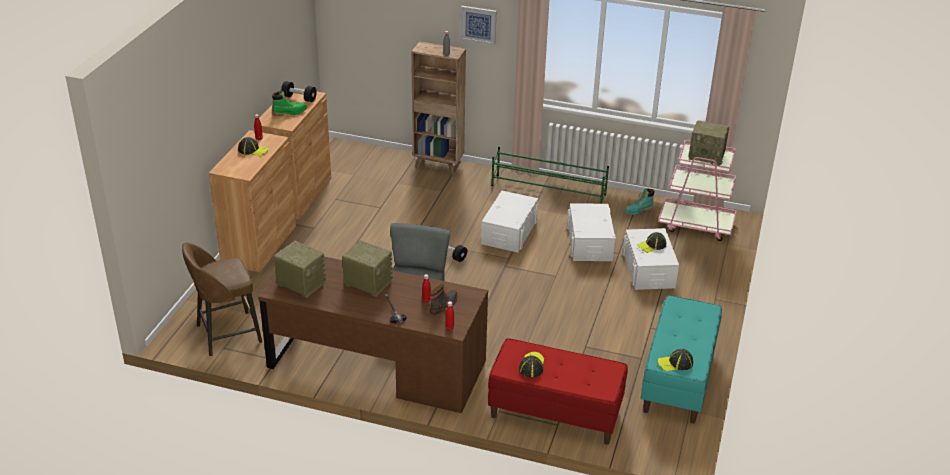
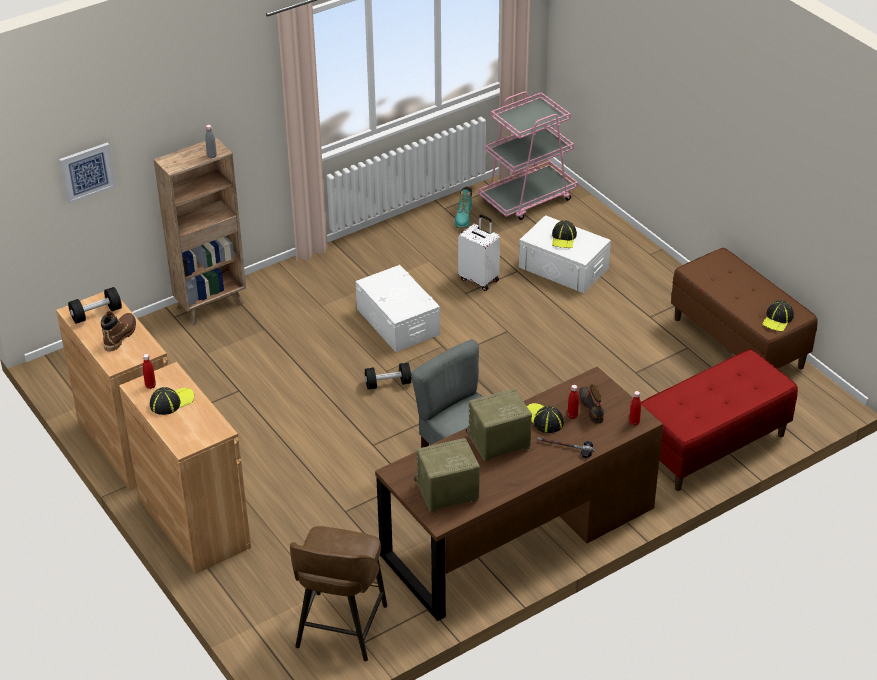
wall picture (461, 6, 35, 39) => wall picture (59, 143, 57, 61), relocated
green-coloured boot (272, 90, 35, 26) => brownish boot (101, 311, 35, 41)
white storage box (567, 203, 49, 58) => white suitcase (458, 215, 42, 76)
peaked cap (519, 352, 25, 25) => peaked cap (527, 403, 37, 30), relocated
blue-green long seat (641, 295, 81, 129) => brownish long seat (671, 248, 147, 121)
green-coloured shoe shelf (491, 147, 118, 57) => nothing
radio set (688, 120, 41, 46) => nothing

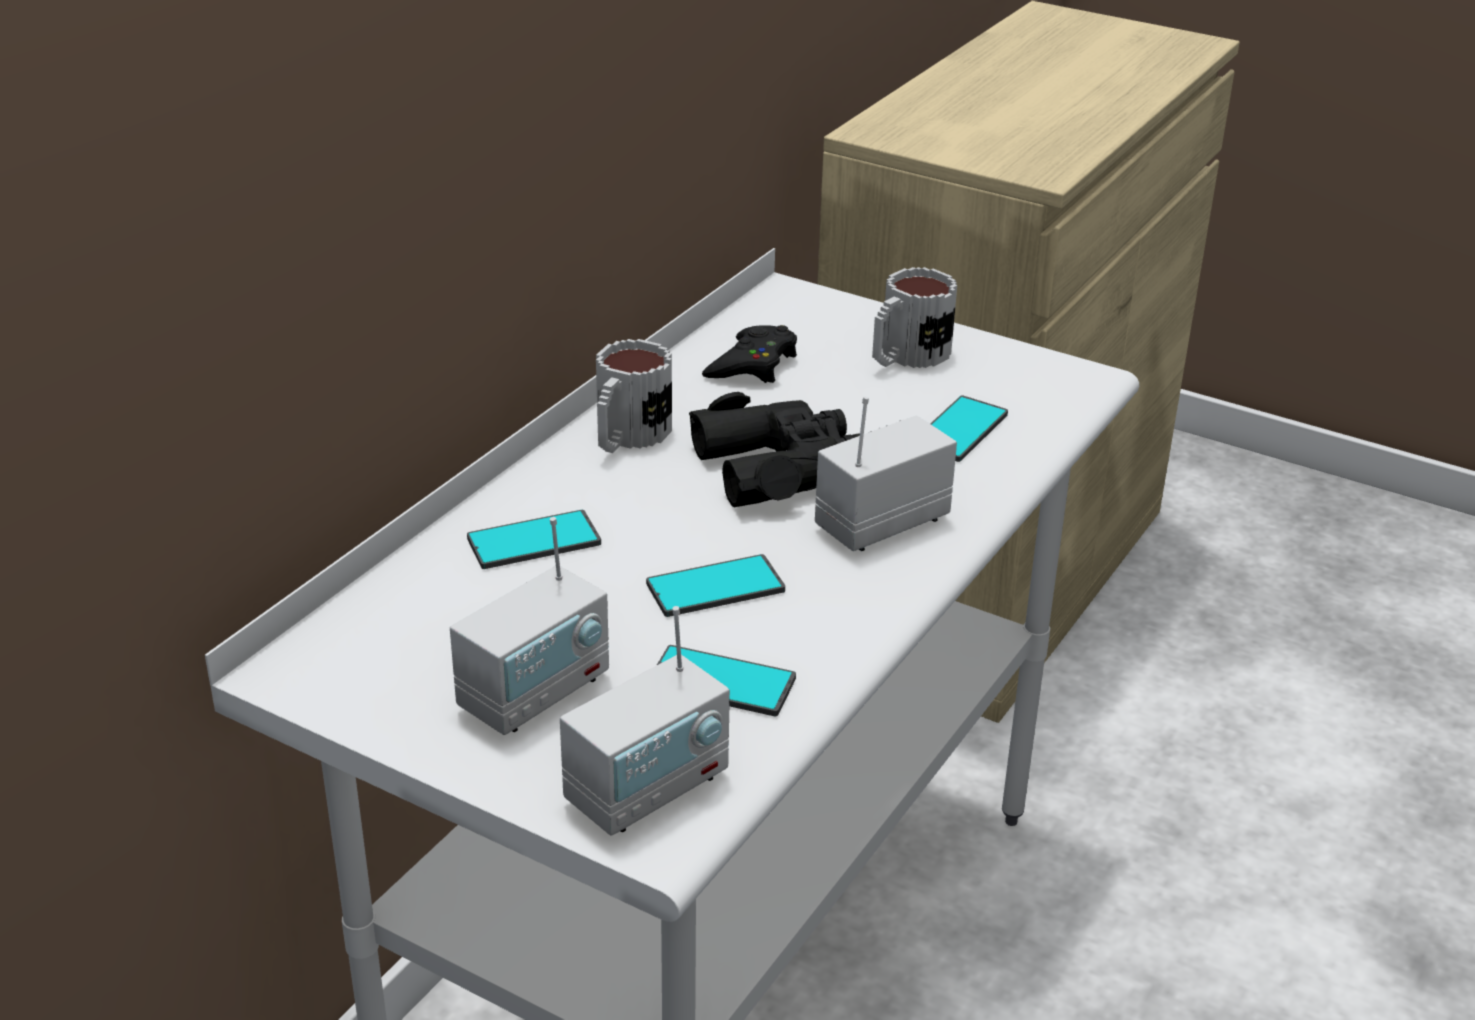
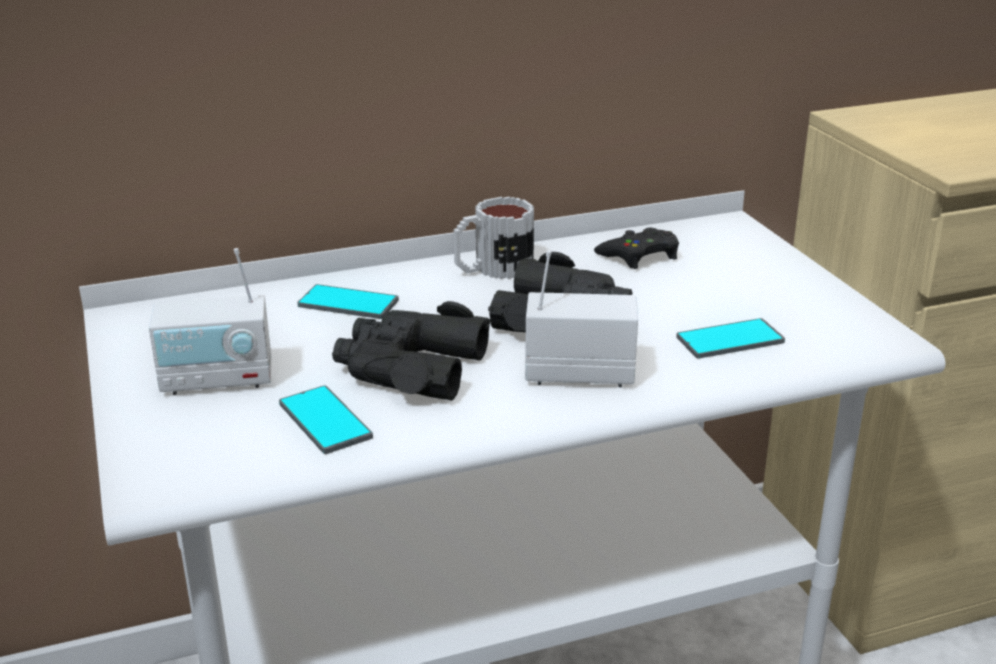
phone (646, 554, 139, 63) => blackish pair of binoculars (332, 301, 159, 100)
radio set (560, 606, 170, 230) => nothing
mug (872, 267, 85, 101) => nothing

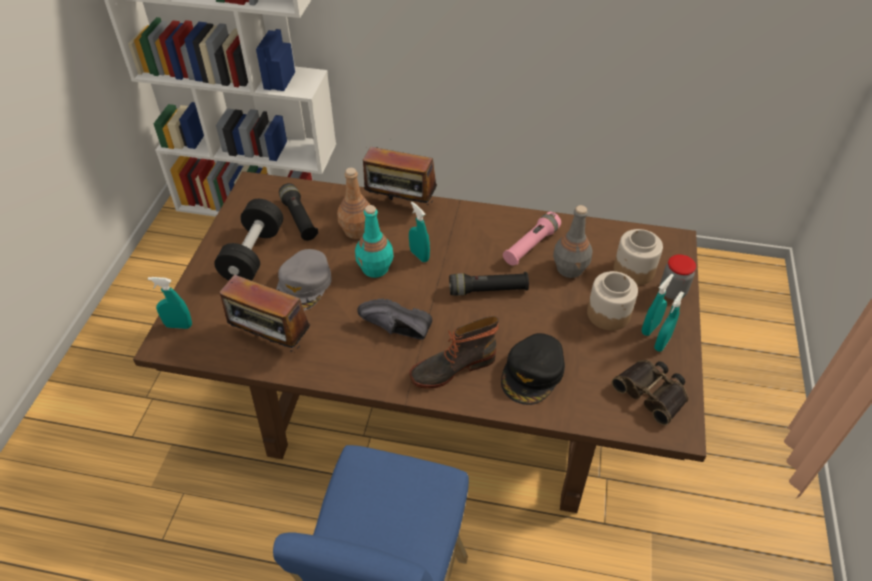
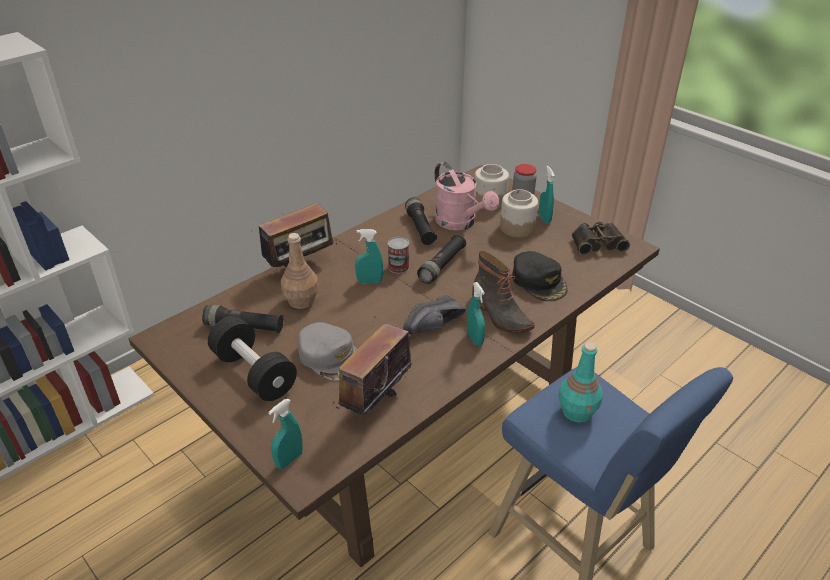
radio set (220, 275, 90, 77) => radio set (333, 316, 78, 99), 150 degrees clockwise
nothing => sealed can (387, 237, 22, 37)
pinkish flashlight (503, 212, 58, 54) => blackish flashlight (405, 197, 32, 48)
grey bottle (553, 205, 40, 73) => pinkish watering can (434, 162, 65, 68)
blue-green sprayer (654, 292, 30, 60) => blue-green sprayer (467, 282, 18, 64), relocated
boot (409, 316, 90, 73) => boot (472, 251, 63, 82), 45 degrees counterclockwise
blue-green bottle (355, 205, 39, 73) => blue-green bottle (559, 342, 44, 81), relocated

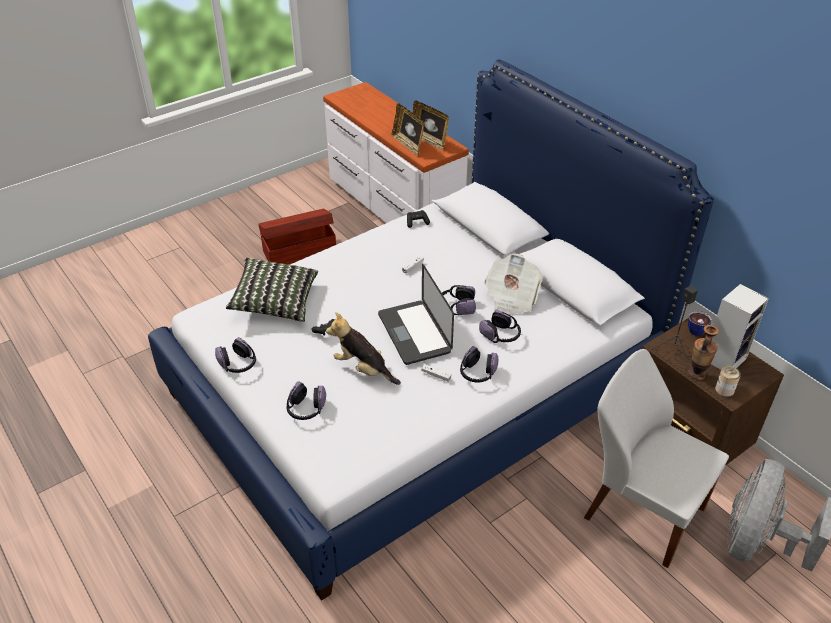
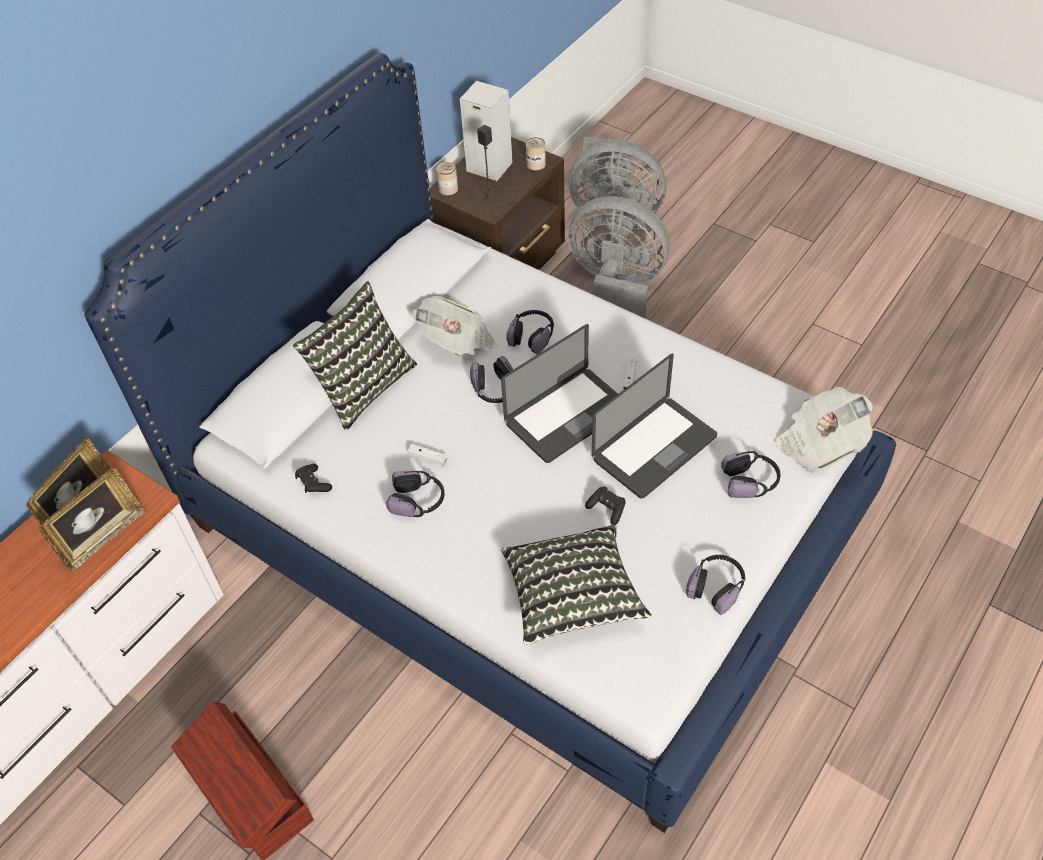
nothing => throw pillow (293, 281, 124, 150)
pair of headphones (460, 346, 39, 37) => pair of headphones (386, 471, 59, 46), relocated
cup (688, 311, 24, 25) => sealed can (436, 162, 22, 33)
white upright chair (584, 349, 145, 219) => grey fan (569, 196, 101, 123)
soft toy (326, 312, 75, 73) => portable computer (592, 353, 125, 146)
nothing => newspaper (775, 387, 98, 86)
flower vase (688, 325, 31, 55) => nothing

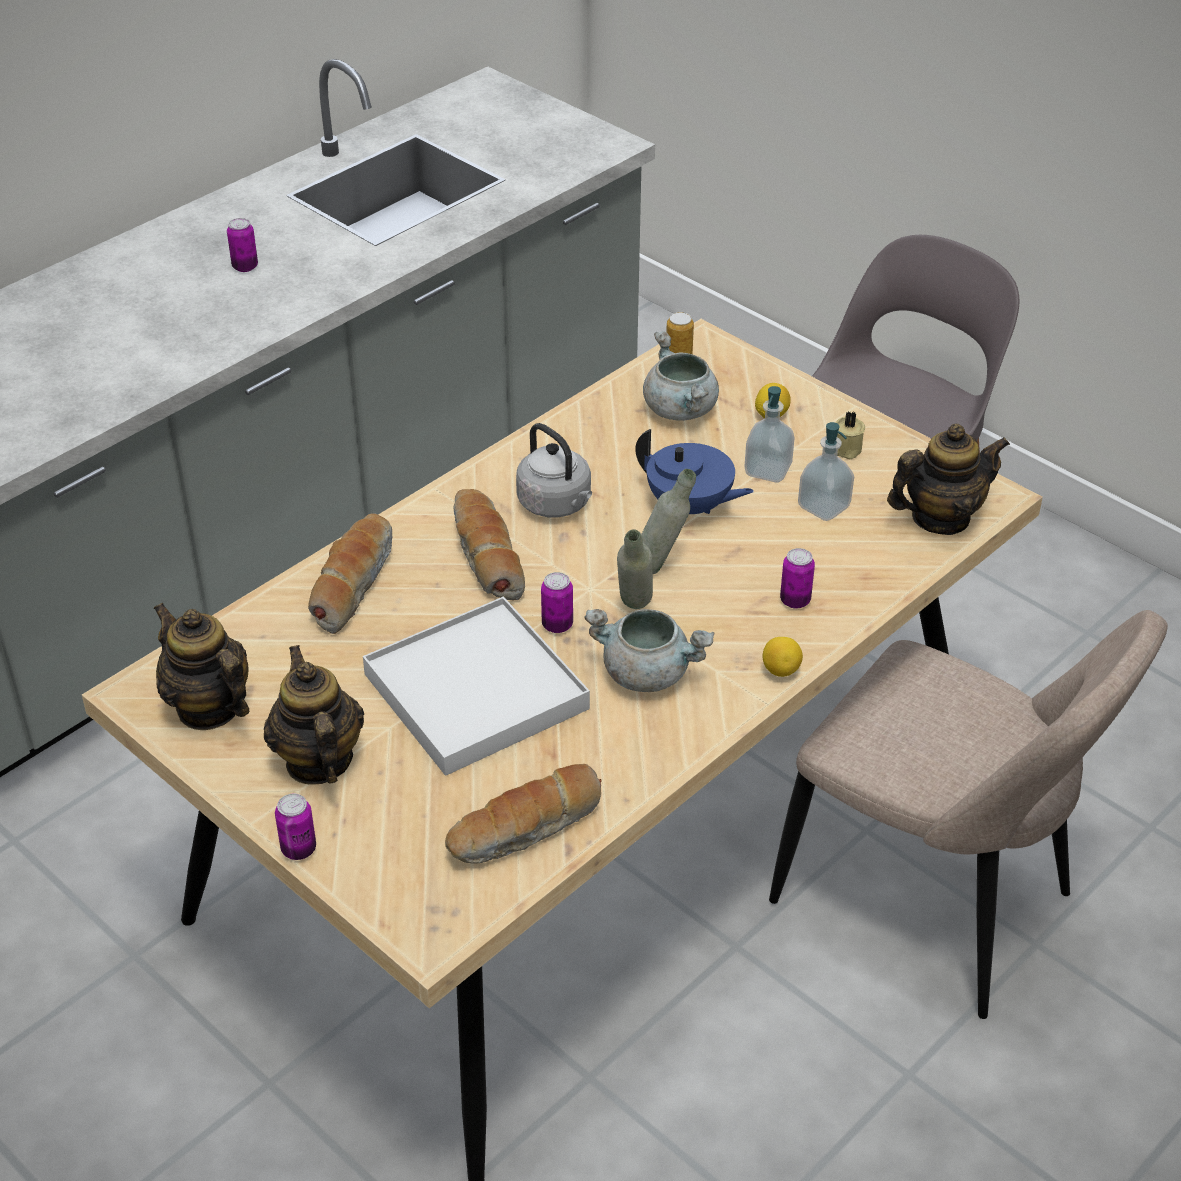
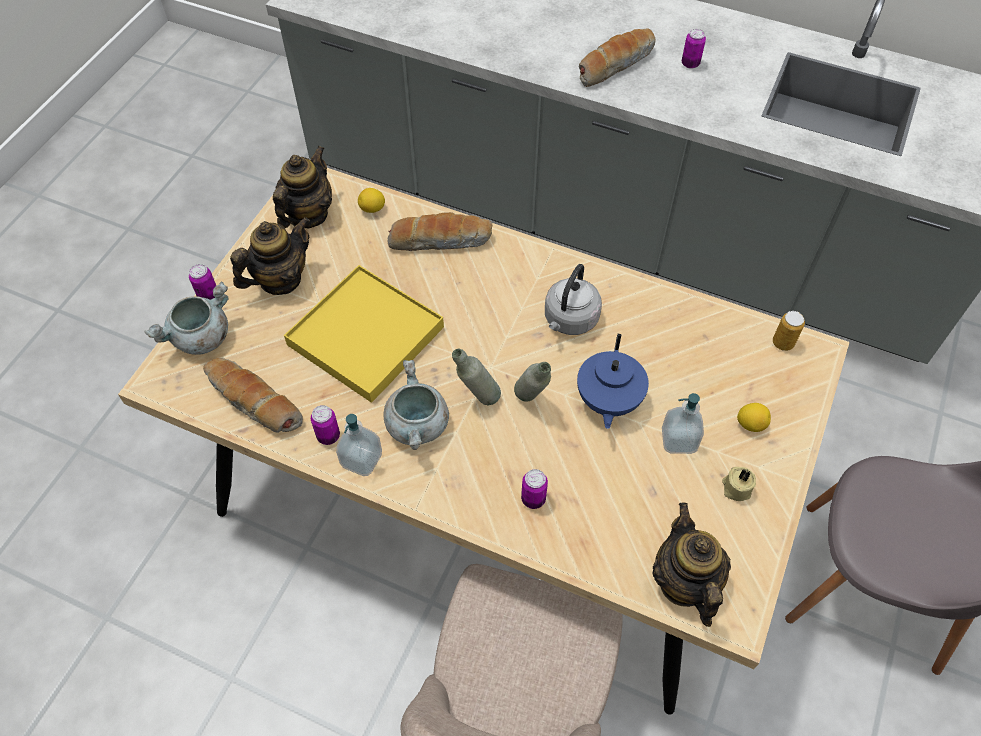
grey stockpot (643, 331, 76, 90) => grey stockpot (144, 282, 85, 73), relocated
white serving tray (363, 597, 227, 179) => yellow-coloured serving tray (284, 265, 160, 138)
sealed can (541, 572, 32, 61) => sealed can (311, 405, 29, 40), relocated
liquid soap bottle (798, 422, 56, 99) => liquid soap bottle (336, 414, 46, 62), relocated
lemon (763, 637, 40, 40) => lemon (358, 188, 27, 25), relocated
bread (454, 489, 71, 112) => bread (579, 28, 76, 59), relocated
pot for tea (887, 424, 123, 111) => pot for tea (653, 503, 78, 124), 150 degrees counterclockwise

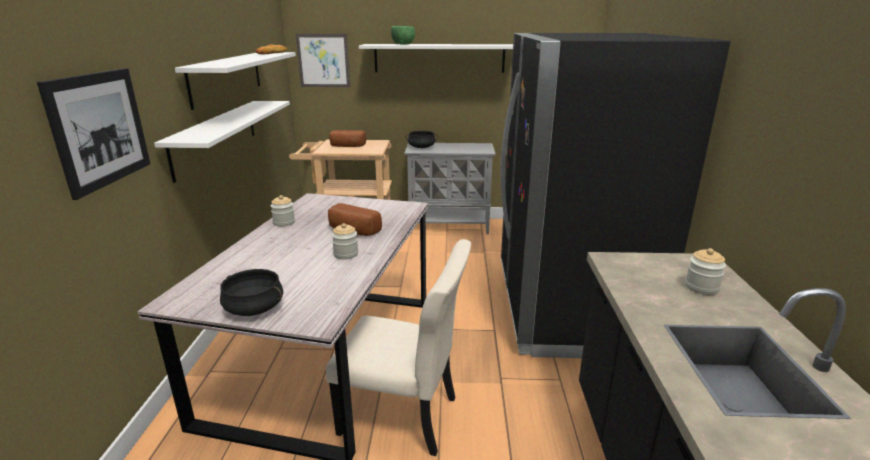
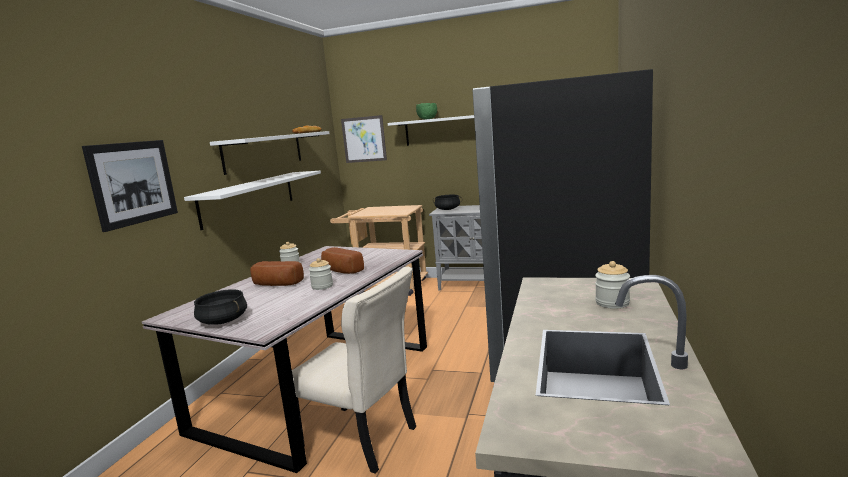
bread (329, 130, 37, 17) => bread (250, 261, 54, 25), relocated

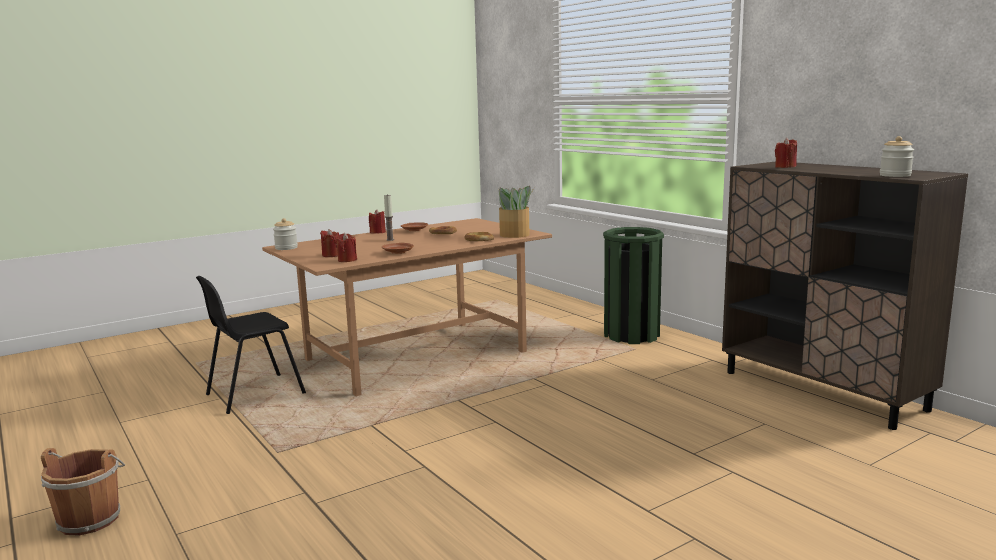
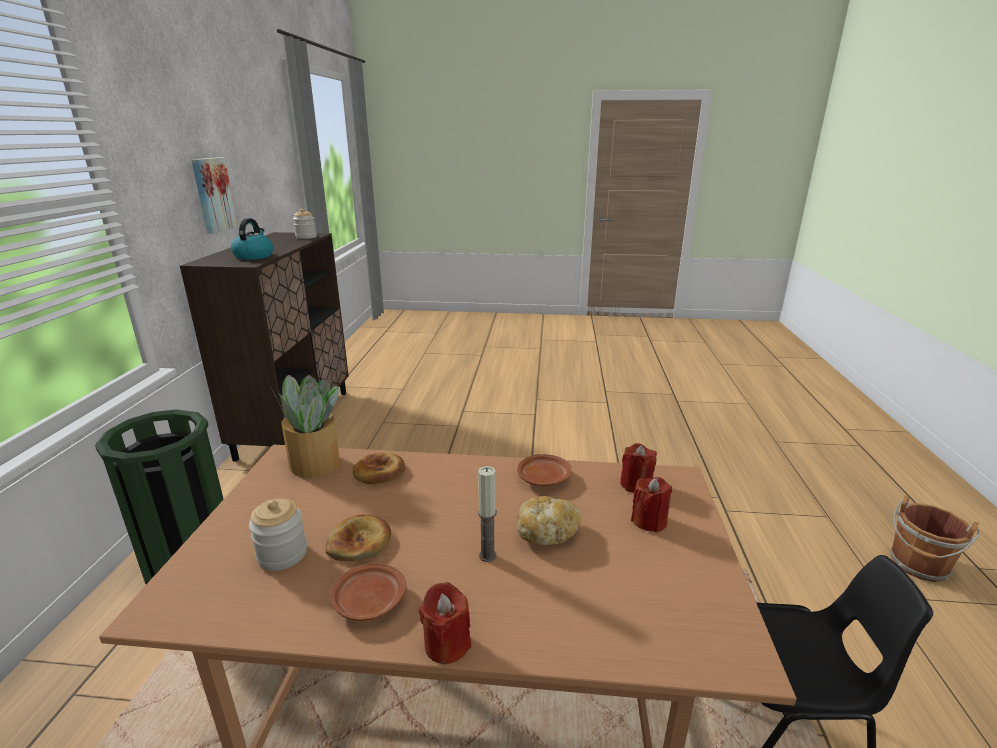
nothing => wall picture (192, 157, 46, 77)
reddish candle (775, 138, 22, 30) => kettle (231, 218, 42, 42)
storage jar (273, 218, 25, 32) => storage jar (249, 499, 58, 72), relocated
nothing => bread (517, 496, 64, 49)

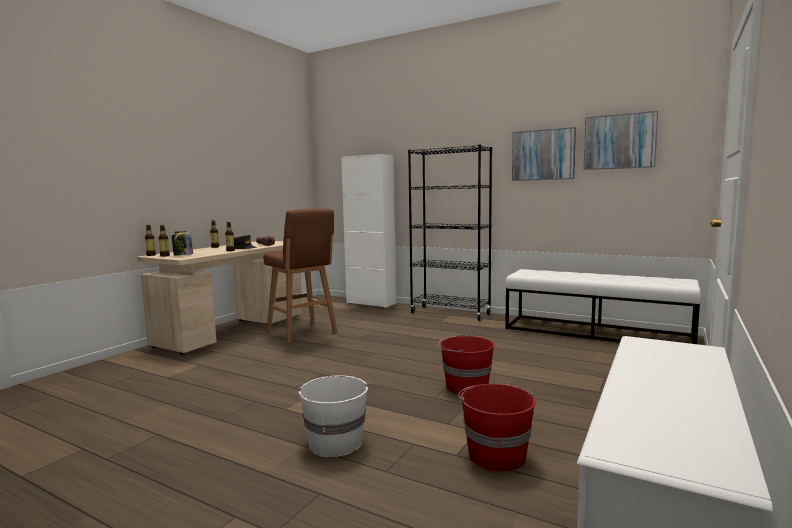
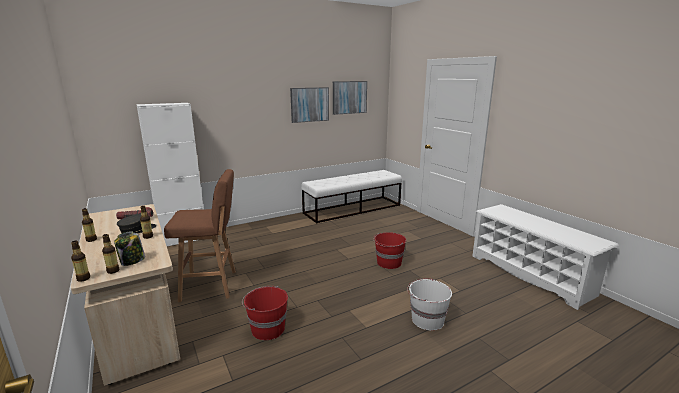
reddish bucket (459, 384, 77, 88) => reddish bucket (242, 286, 46, 54), relocated
blackish shelving unit (408, 145, 84, 176) => nothing

